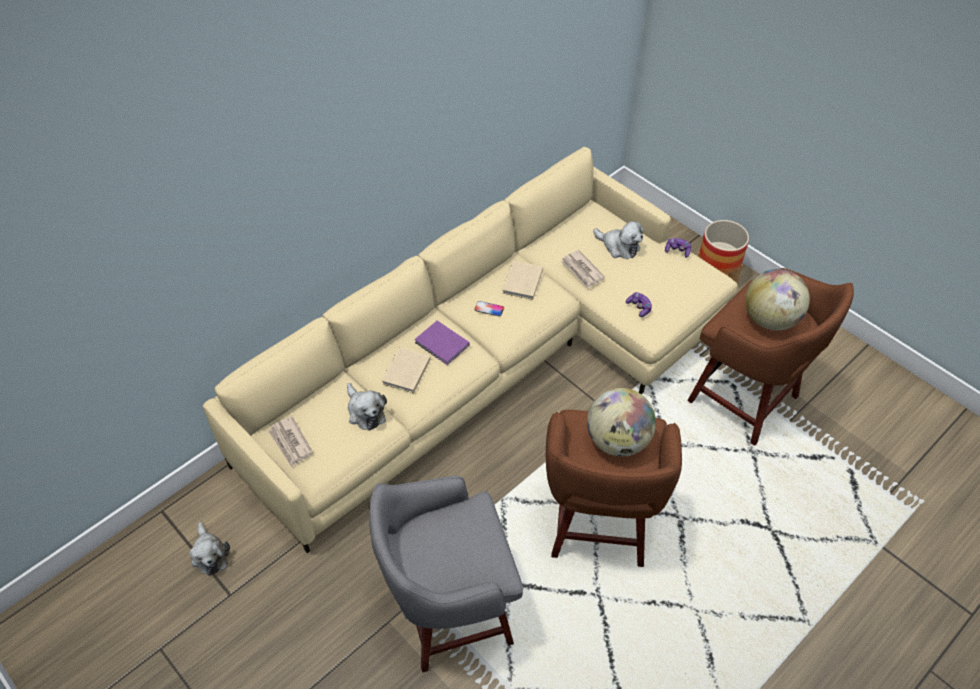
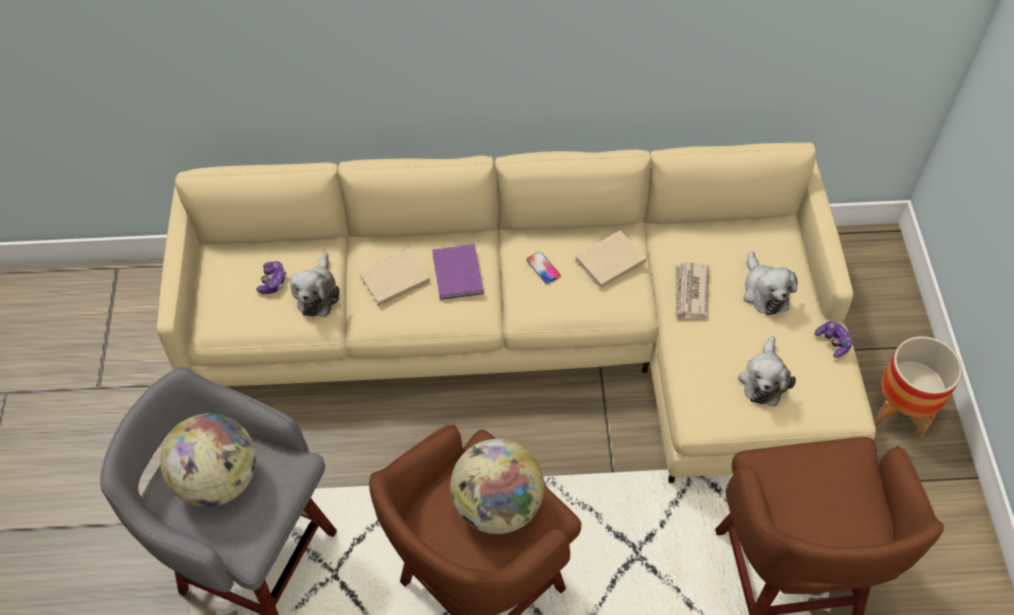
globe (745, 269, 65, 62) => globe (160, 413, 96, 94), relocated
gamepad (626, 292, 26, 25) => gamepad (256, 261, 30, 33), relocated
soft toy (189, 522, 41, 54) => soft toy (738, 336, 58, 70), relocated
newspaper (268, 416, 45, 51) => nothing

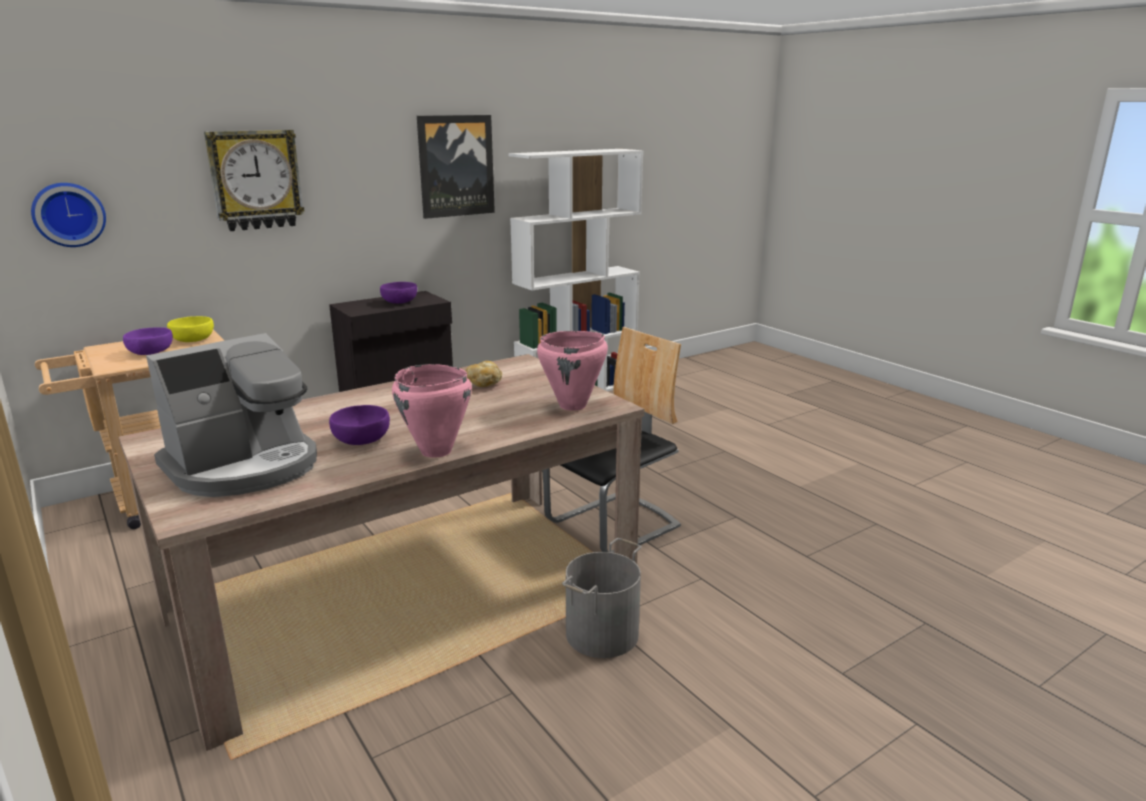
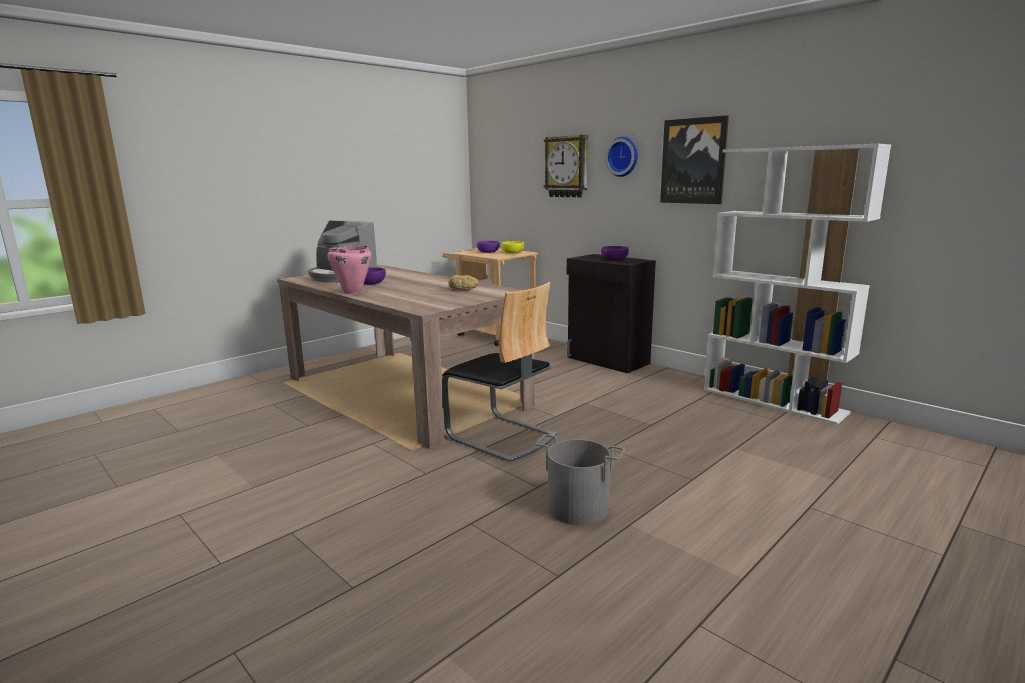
grey bucket (562, 538, 80, 120) => grey bucket (536, 434, 89, 91), relocated
hanging clock (31, 183, 75, 64) => hanging clock (605, 137, 33, 40), relocated
pinkish stockpot (537, 331, 71, 80) => nothing

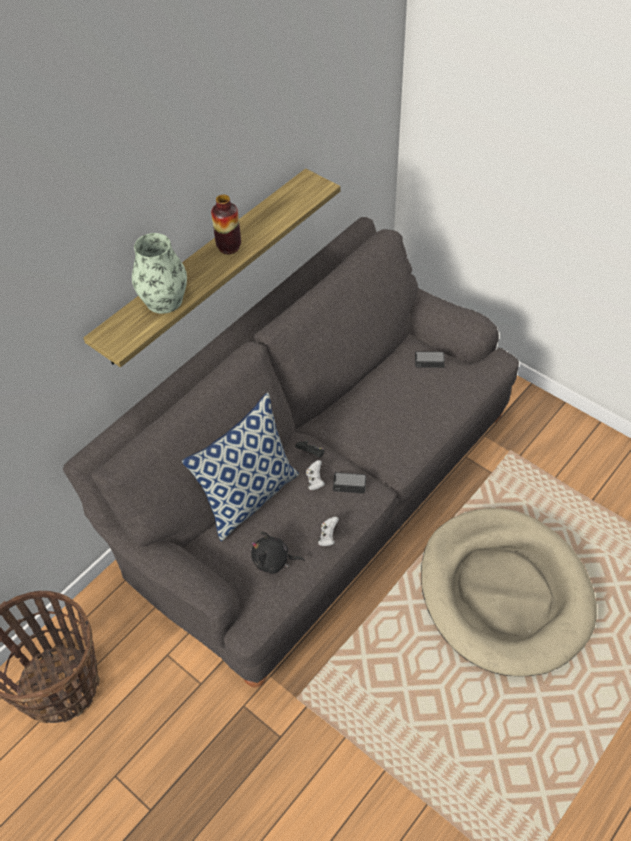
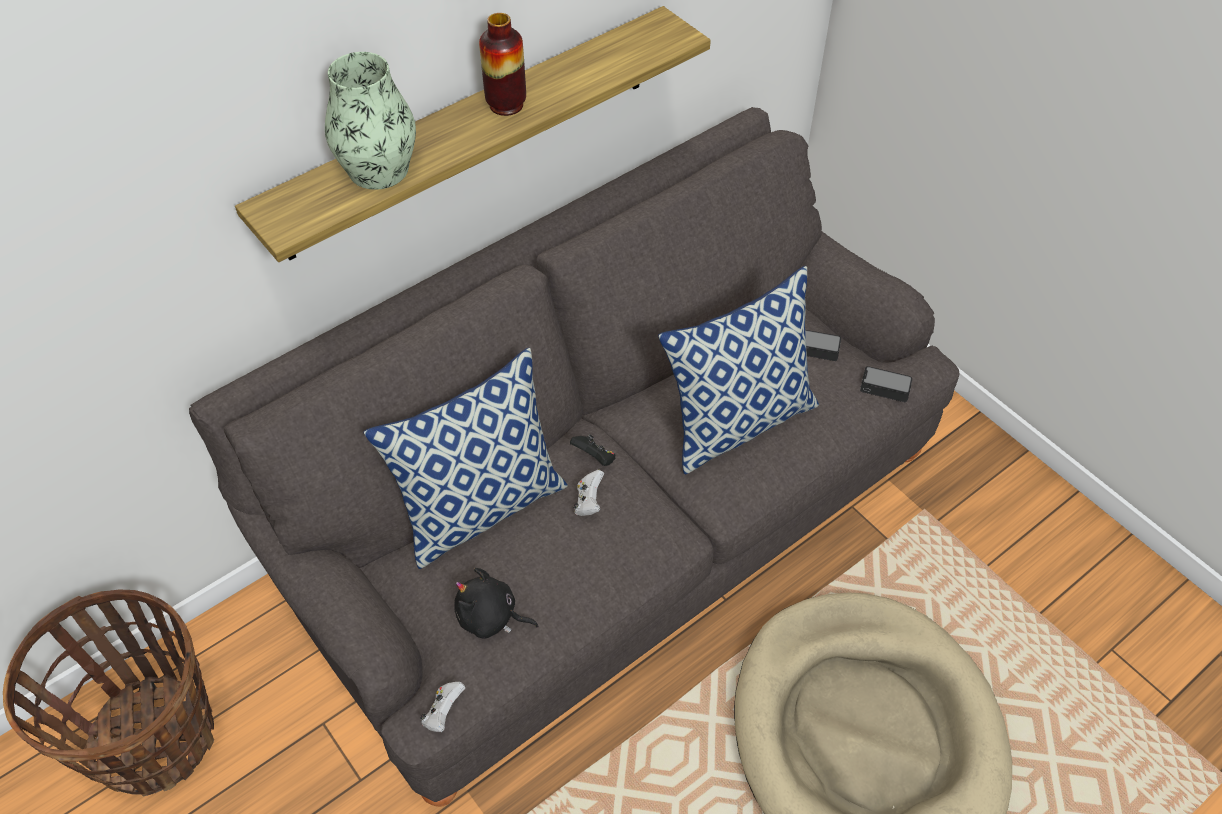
white gamepad (318, 516, 21, 30) => white gamepad (420, 682, 45, 50), relocated
nothing => throw pillow (658, 266, 161, 209)
phone (333, 472, 33, 22) => phone (860, 366, 52, 36), relocated

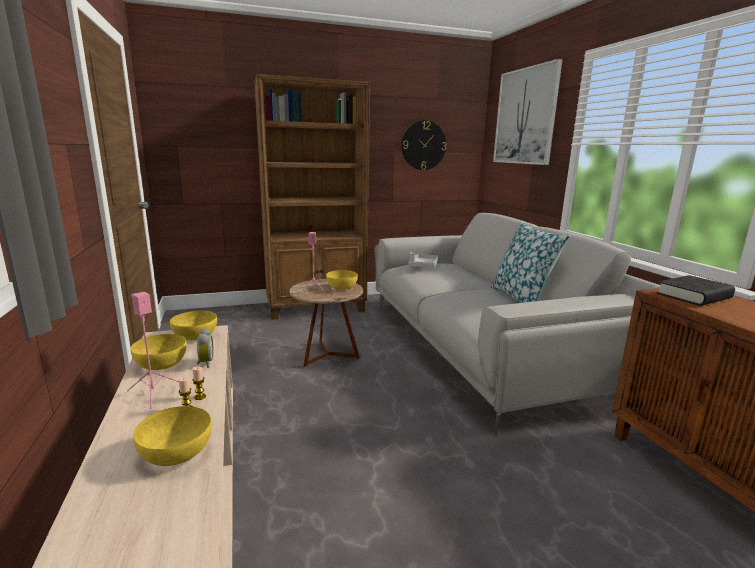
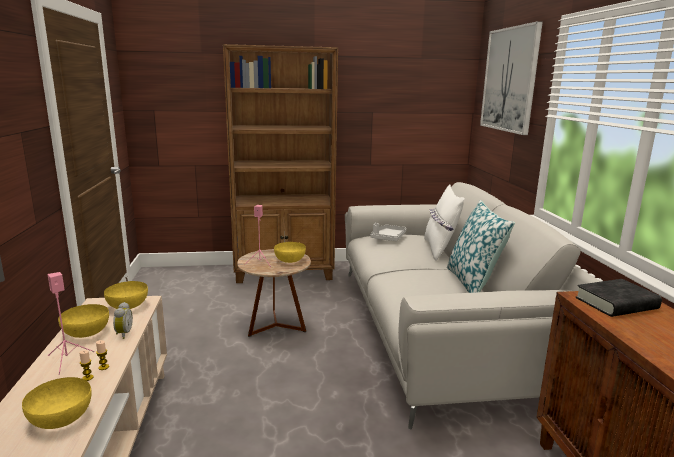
nothing => white throw pillow (424, 184, 41, 77)
hanging clock (402, 120, 44, 50) => nothing

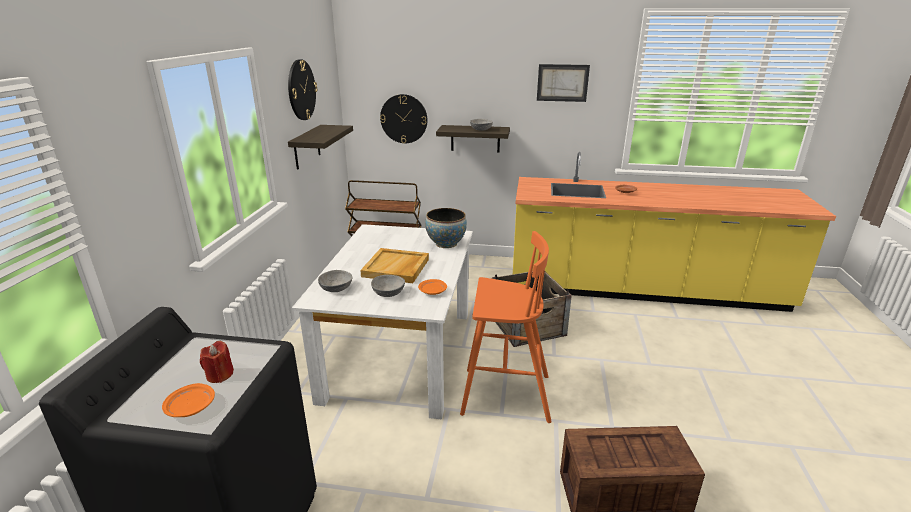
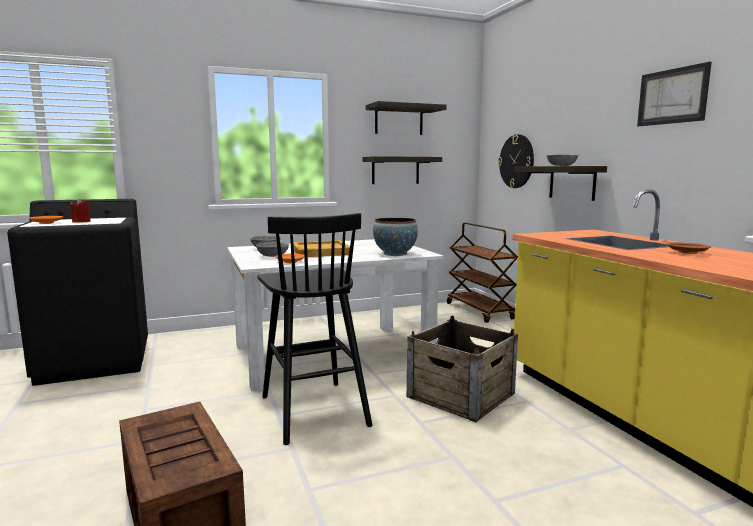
orange sitting stool (460, 231, 92, 192) => blackish sitting stool (257, 213, 115, 232)
hanging clock (288, 59, 29, 61) => bracket shelf (366, 101, 81, 34)

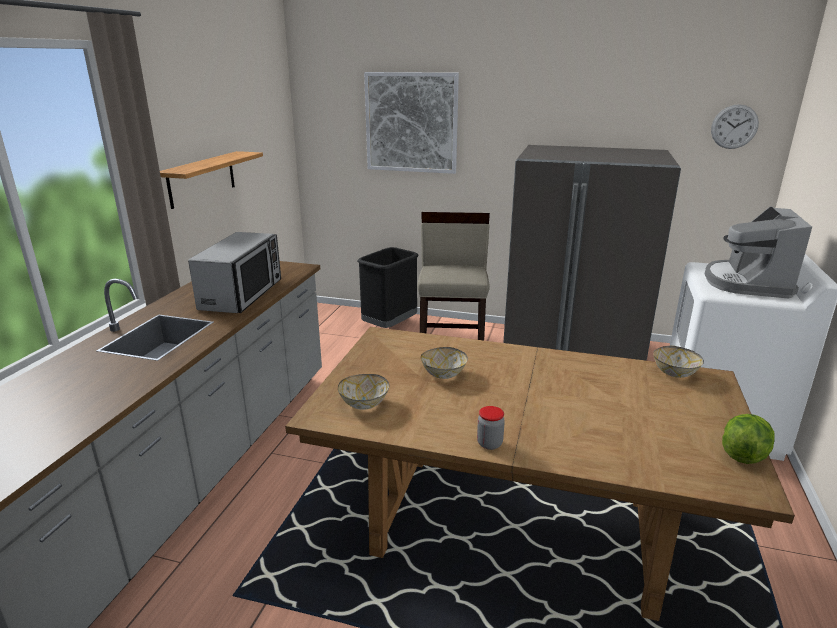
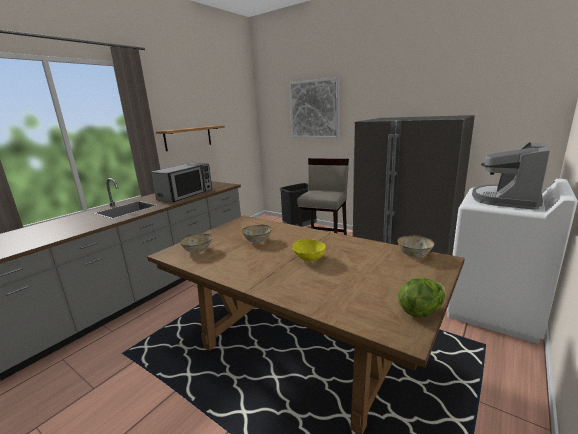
nothing => yellow-coloured bowl (292, 239, 34, 22)
storage jar (477, 406, 28, 44) => nothing
hanging clock (711, 104, 48, 45) => nothing

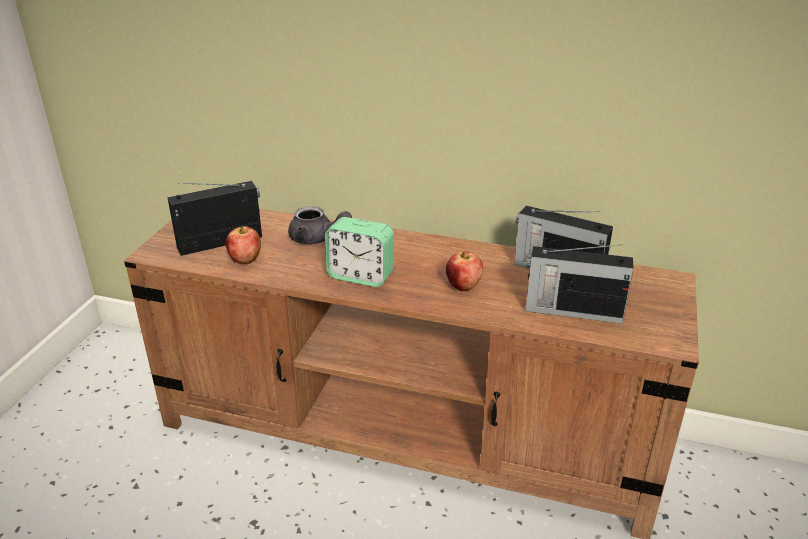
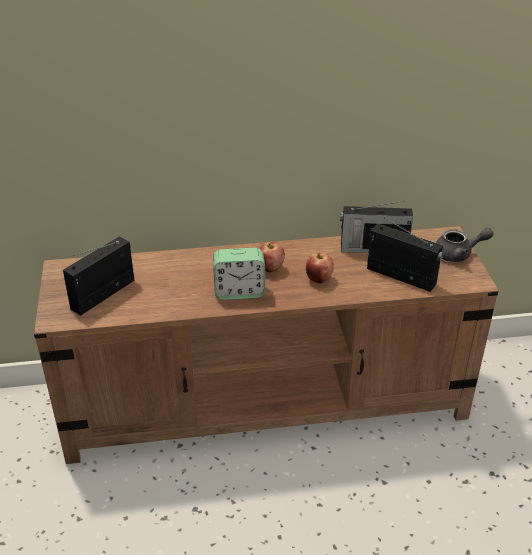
apple (226, 227, 35, 37) => apple (259, 242, 26, 30), relocated
radio set (526, 244, 107, 80) => radio set (367, 218, 77, 74), 135 degrees counterclockwise
grey pot for tea (288, 206, 64, 38) => grey pot for tea (436, 228, 57, 34), relocated

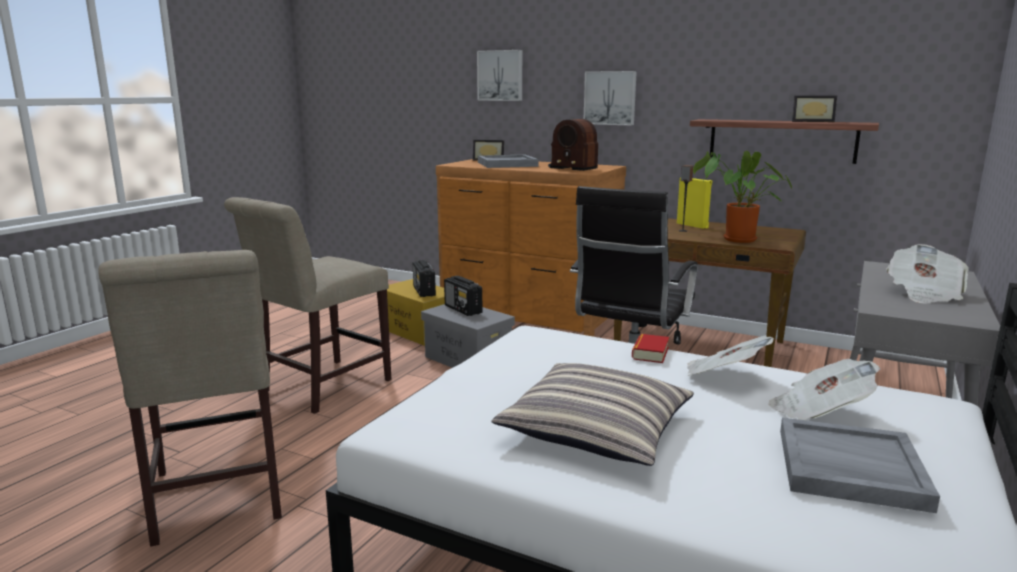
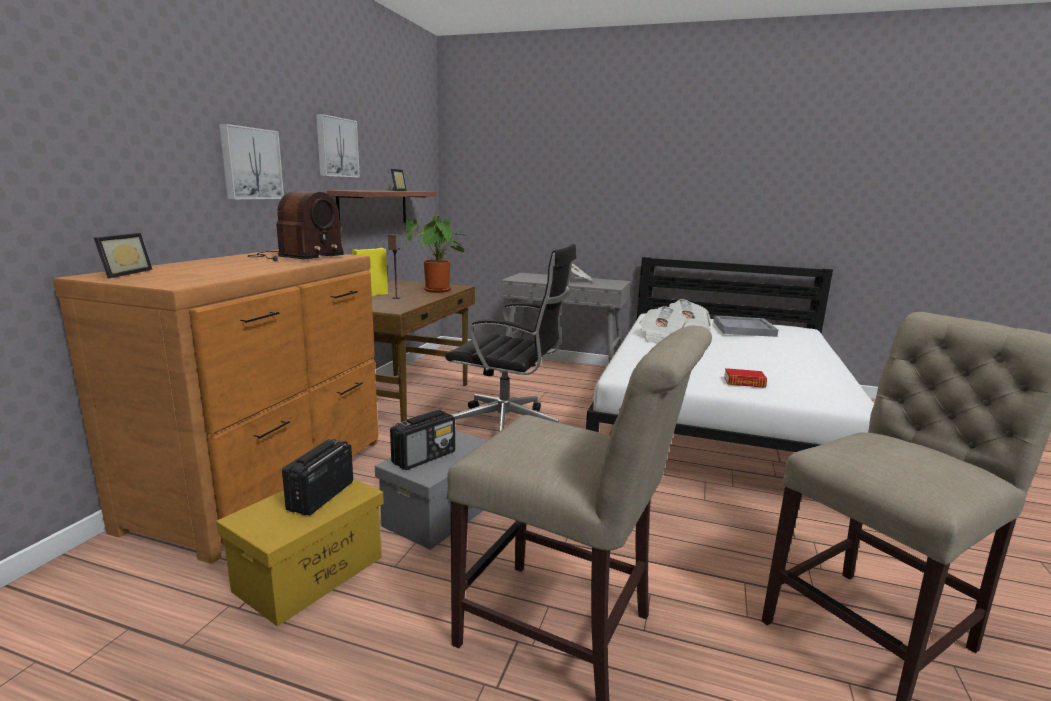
radio set (413, 260, 23, 37) => radio set (282, 439, 71, 77), 135 degrees clockwise
wall picture (477, 50, 45, 51) => wall picture (316, 114, 44, 64), relocated
bound book (632, 334, 37, 29) => bound book (724, 368, 43, 20), relocated
grey serving tray (478, 155, 61, 13) => nothing
throw pillow (492, 363, 202, 103) => nothing

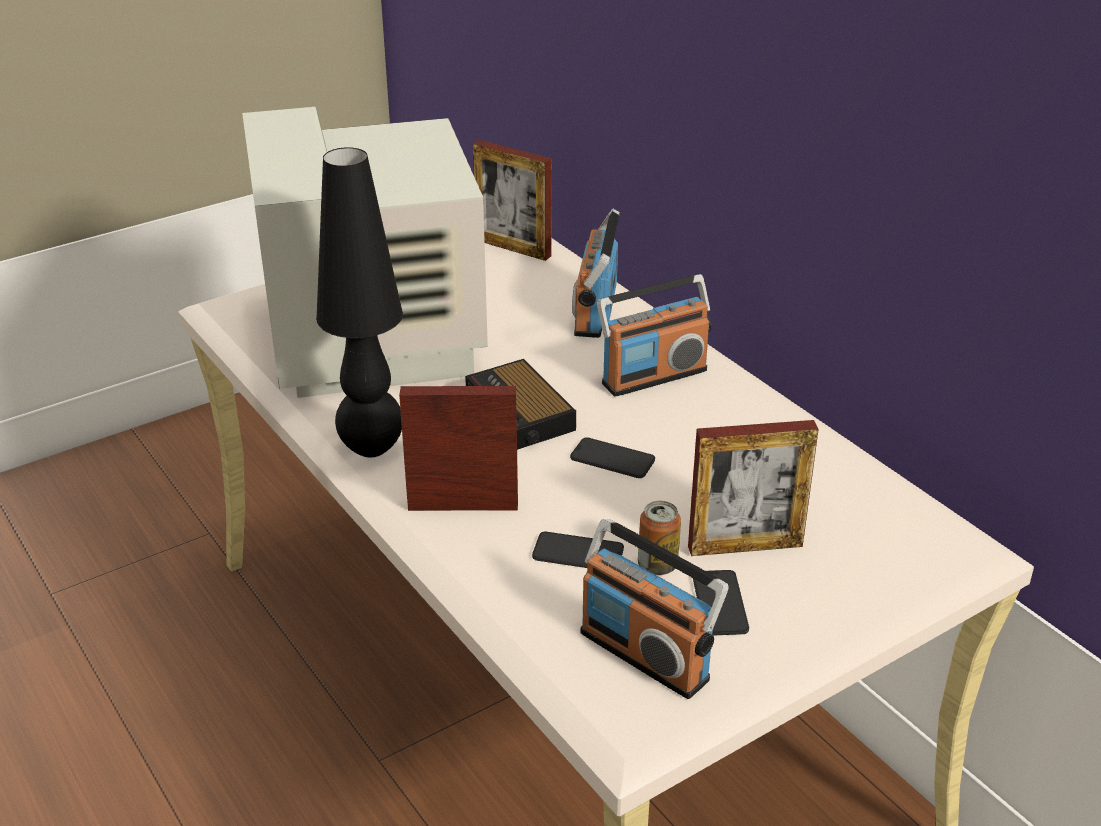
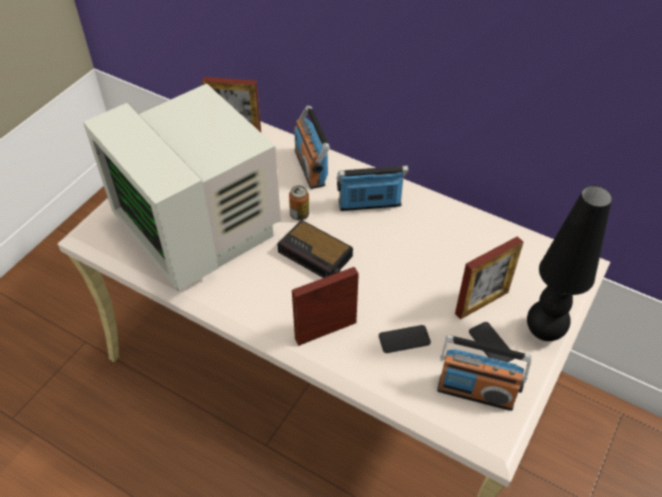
sealed can (638, 501, 43, 74) => sealed can (289, 185, 20, 35), relocated
radio set (597, 274, 114, 123) => radio set (337, 166, 71, 45), 135 degrees counterclockwise
blackish lamp for a table (316, 147, 87, 310) => blackish lamp for a table (527, 185, 85, 156), relocated
phone (570, 437, 85, 41) => nothing

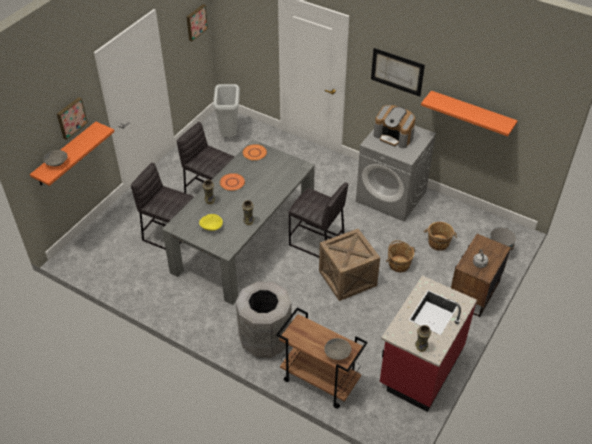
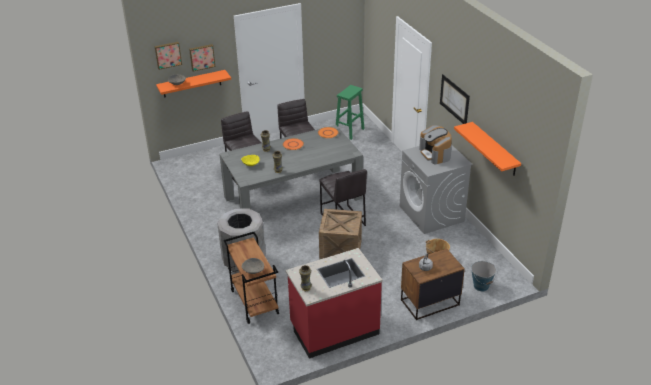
wall picture (187, 4, 21, 37) => wall picture (155, 42, 27, 28), relocated
grey waste bin (213, 84, 27, 53) => green-coloured sitting stool (336, 85, 29, 55)
brownish bucket (386, 240, 29, 32) => nothing

